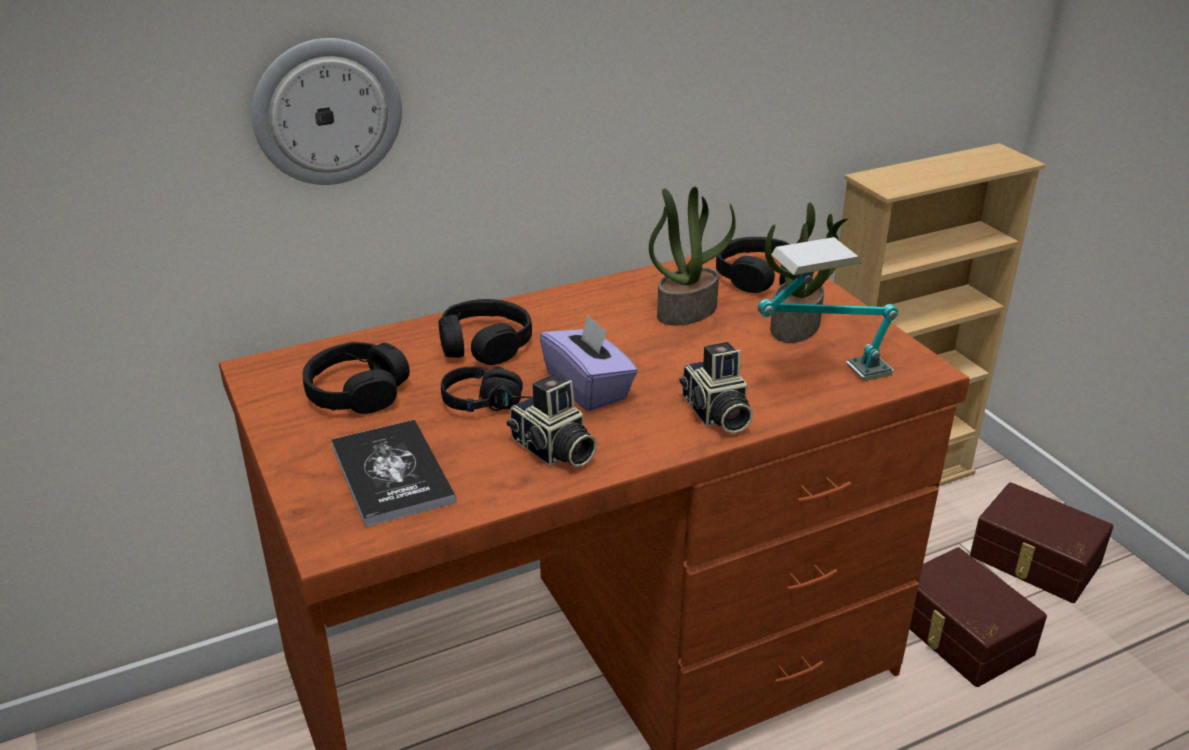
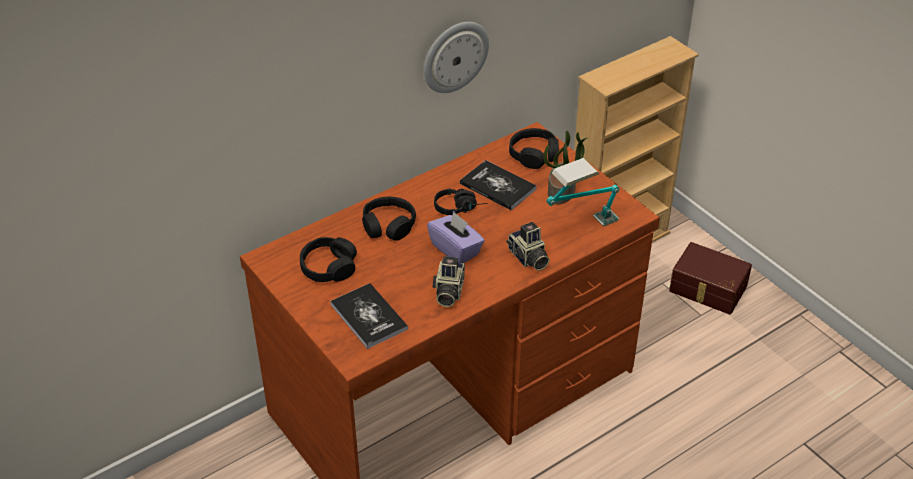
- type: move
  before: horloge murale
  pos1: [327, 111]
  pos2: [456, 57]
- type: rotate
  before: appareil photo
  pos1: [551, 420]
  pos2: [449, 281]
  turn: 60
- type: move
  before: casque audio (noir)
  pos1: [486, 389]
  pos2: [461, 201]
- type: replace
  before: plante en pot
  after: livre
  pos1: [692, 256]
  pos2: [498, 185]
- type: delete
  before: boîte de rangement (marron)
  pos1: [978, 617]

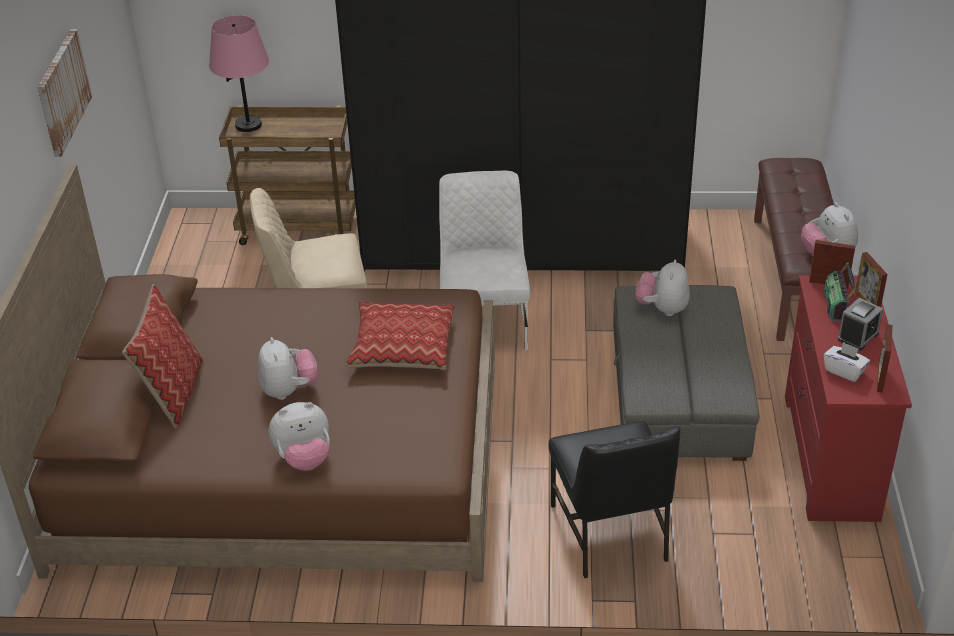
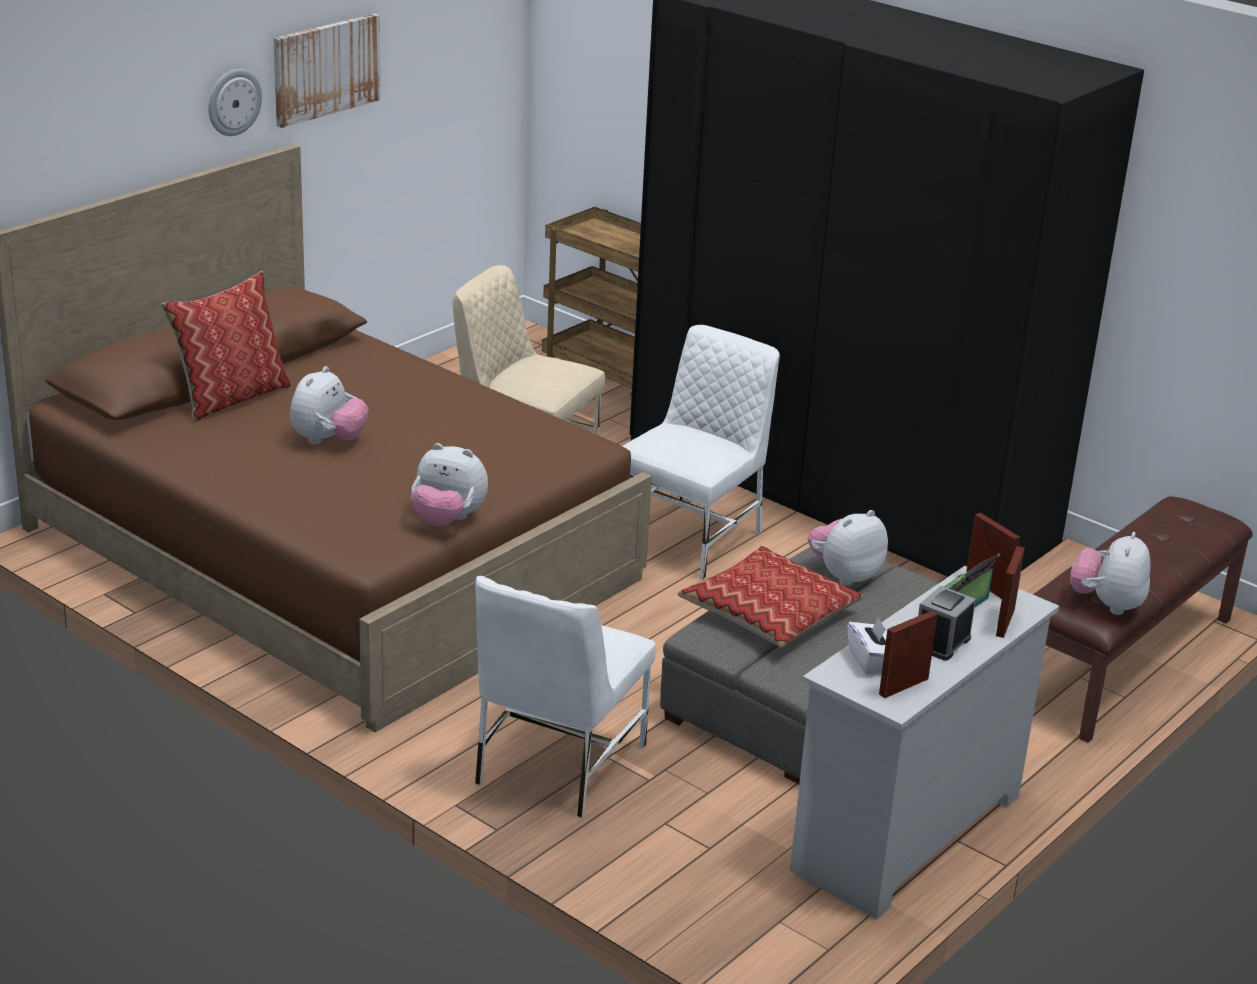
- type: insert
  after: horloge murale
  pos2: [235, 102]
- type: move
  before: peluche
  pos1: [299, 436]
  pos2: [449, 484]
- type: recolor
  before: chaise (noir)
  after: chaise (blanc)
  pos1: [615, 499]
  pos2: [565, 697]
- type: move
  before: coussin
  pos1: [400, 336]
  pos2: [771, 597]
- type: recolor
  before: commode (rouge)
  after: commode (blanc)
  pos1: [848, 398]
  pos2: [924, 742]
- type: rotate
  before: réveil
  pos1: [860, 324]
  pos2: [947, 623]
  turn: 135
- type: delete
  before: lampe de table (rose)
  pos1: [239, 73]

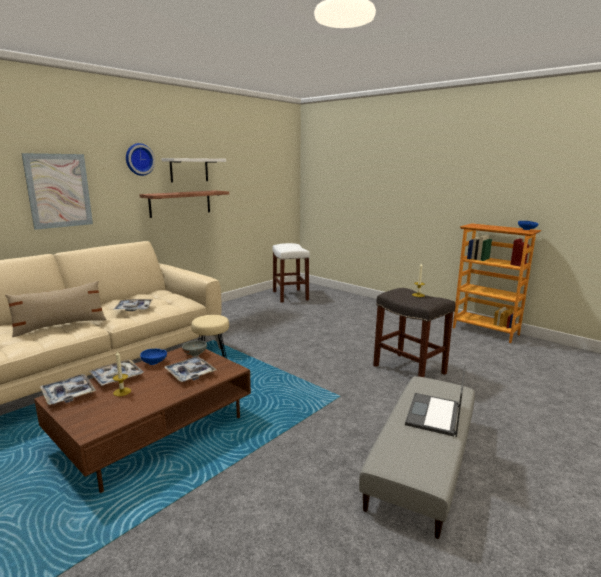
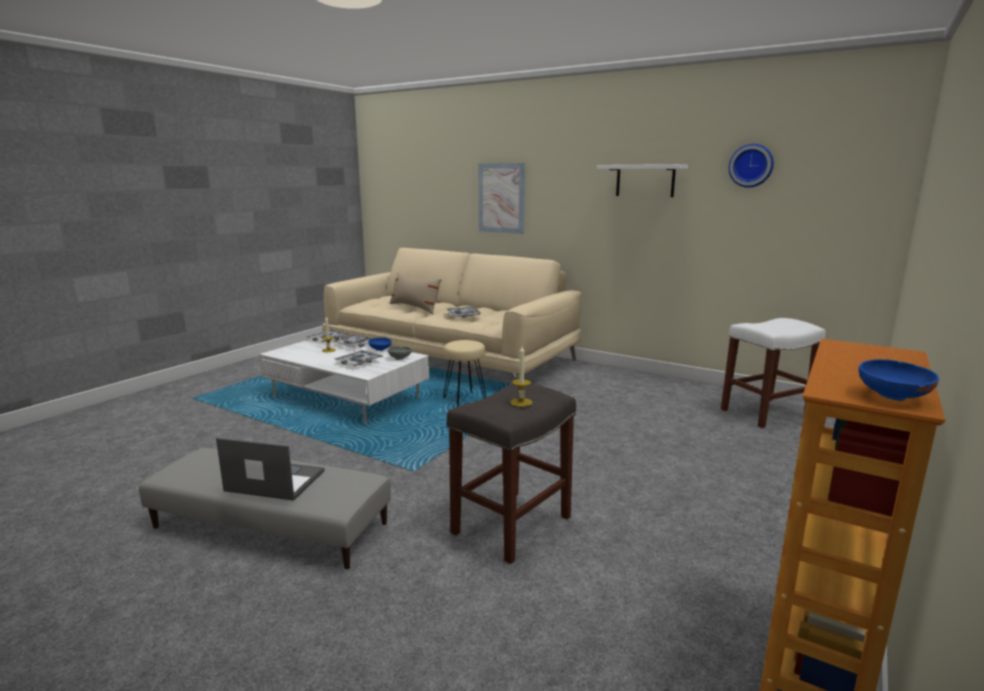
- type: recolor
  before: table basse (marron)
  after: table basse (blanc)
  pos1: [142, 420]
  pos2: [344, 381]
- type: move
  before: horloge murale
  pos1: [140, 159]
  pos2: [751, 166]
- type: delete
  before: étagère
  pos1: [184, 204]

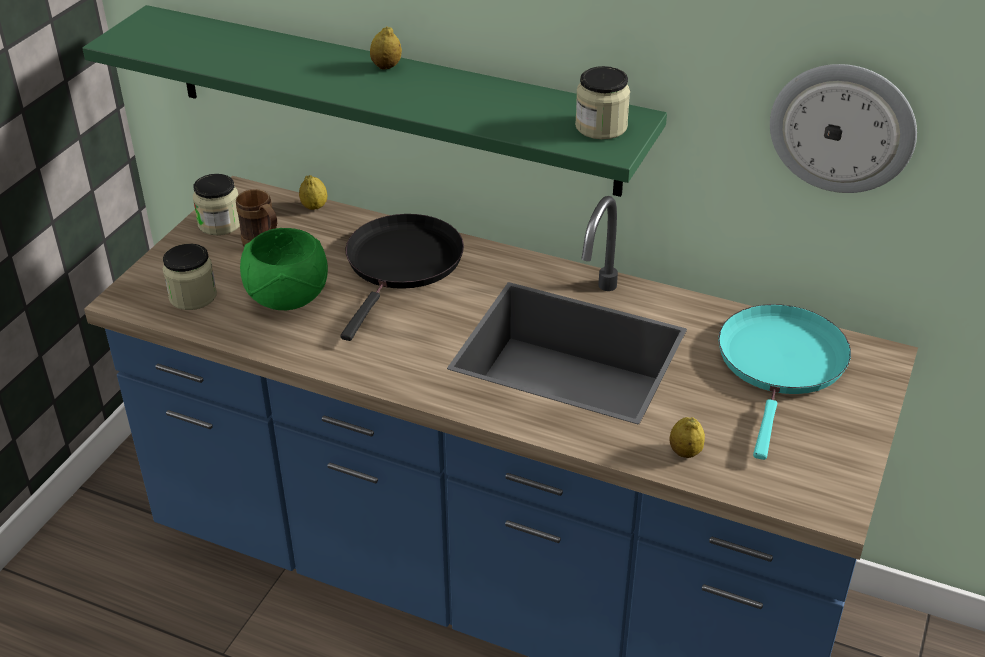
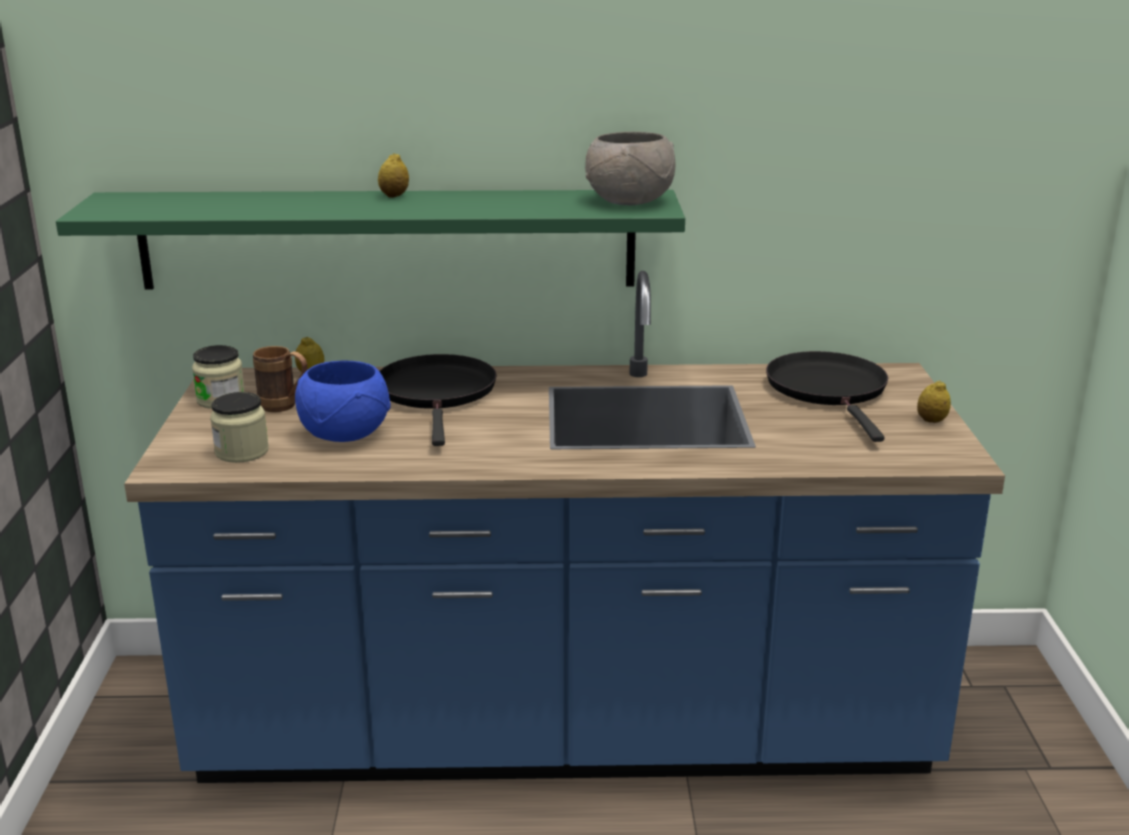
- type: recolor
  before: bol (vert)
  after: bol (bleu)
  pos1: [284, 269]
  pos2: [343, 401]
- type: replace
  before: bocal
  after: bol (gris)
  pos1: [602, 102]
  pos2: [630, 168]
- type: recolor
  before: poêle (turquoise)
  after: poêle (noir)
  pos1: [784, 382]
  pos2: [827, 396]
- type: move
  before: citron
  pos1: [687, 437]
  pos2: [934, 401]
- type: delete
  before: horloge murale
  pos1: [843, 128]

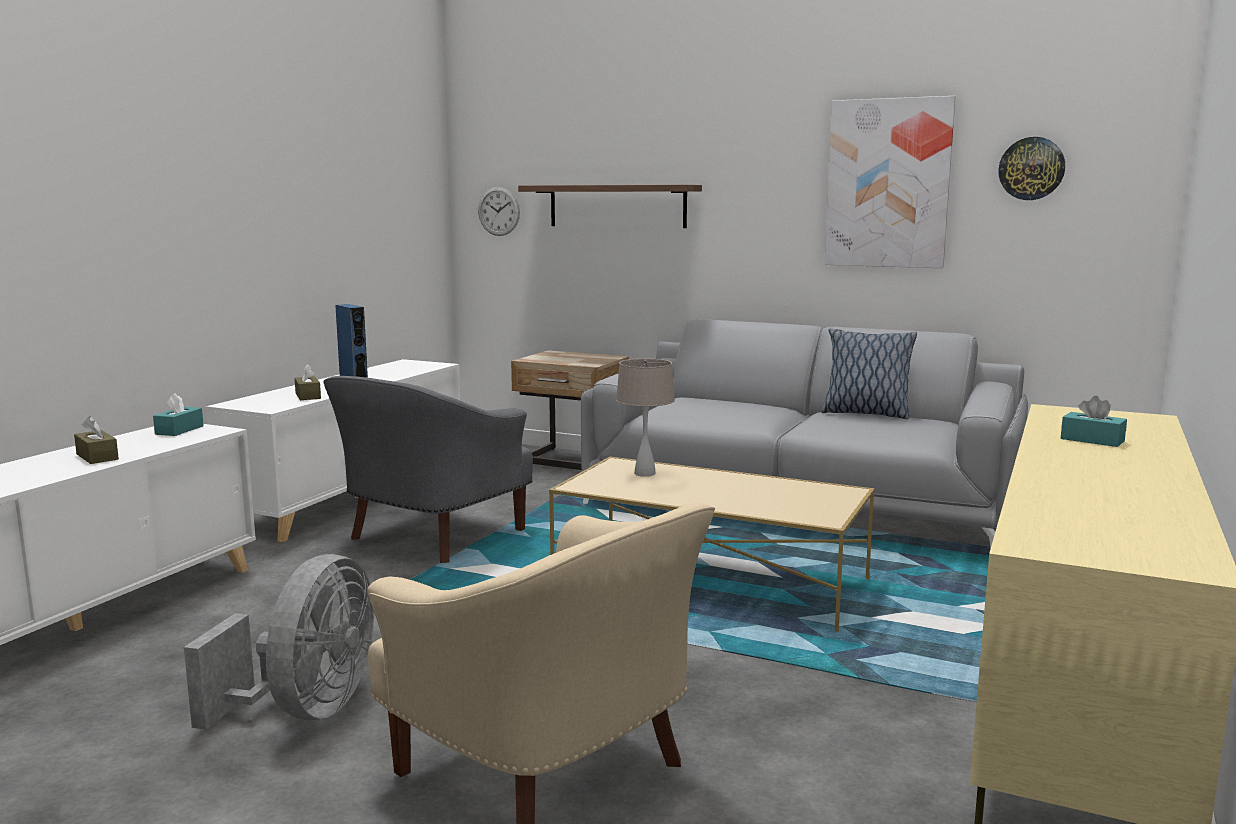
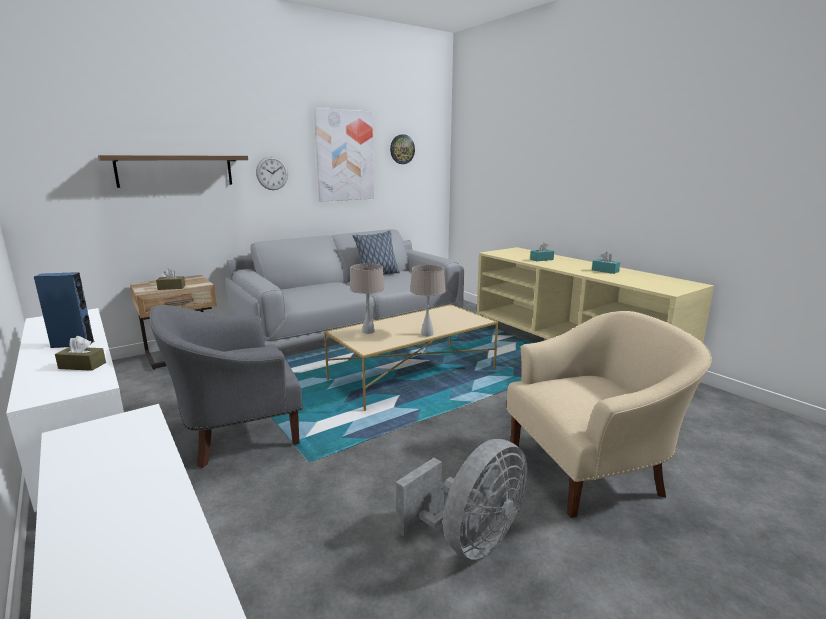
- type: rotate
  before: fauteuil (gris)
  pos1: [428, 469]
  pos2: [226, 386]
  turn: 90
- type: move
  before: boîte à mouchoirs (marron)
  pos1: [96, 440]
  pos2: [171, 279]
- type: move
  before: horloge murale
  pos1: [499, 211]
  pos2: [272, 173]
- type: rotate
  before: ventilateur (gris)
  pos1: [279, 642]
  pos2: [462, 499]
  turn: 90
- type: insert
  after: lampe de table (beige)
  pos2: [428, 300]
- type: move
  before: boîte à mouchoirs (turquoise)
  pos1: [178, 414]
  pos2: [606, 263]

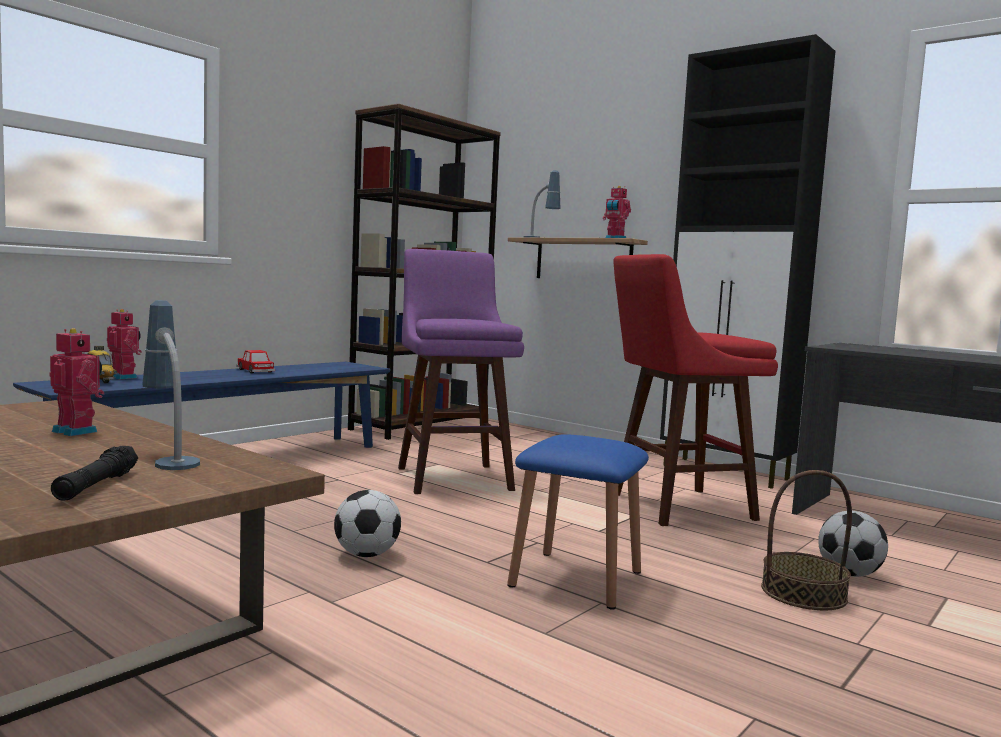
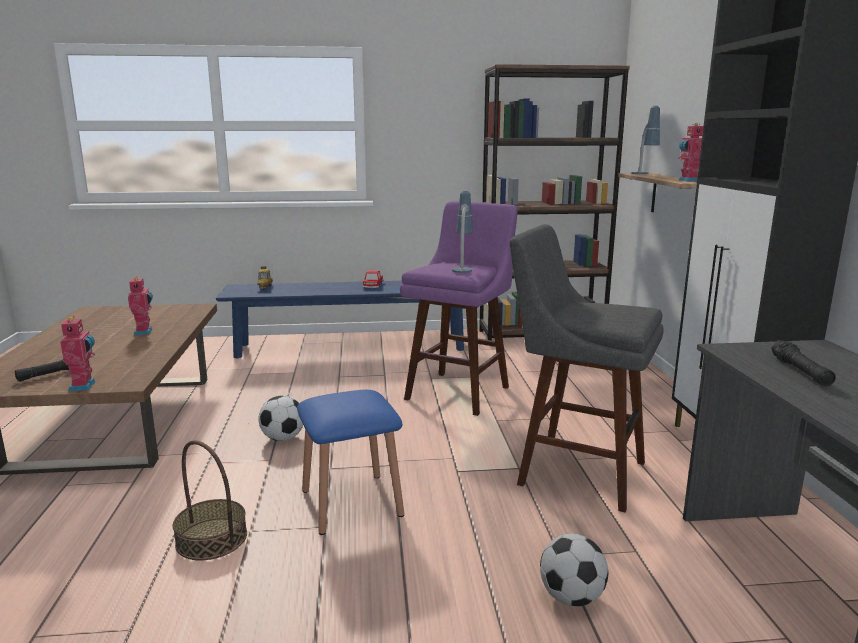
- type: move
  before: robot jouet
  pos1: [124, 344]
  pos2: [77, 353]
- type: move
  before: panier
  pos1: [806, 540]
  pos2: [210, 500]
- type: move
  before: lampe de table
  pos1: [171, 385]
  pos2: [462, 232]
- type: recolor
  before: tabouret (rouge)
  after: tabouret (gris)
  pos1: [695, 390]
  pos2: [587, 368]
- type: insert
  after: lampe de poche (noir)
  pos2: [803, 363]

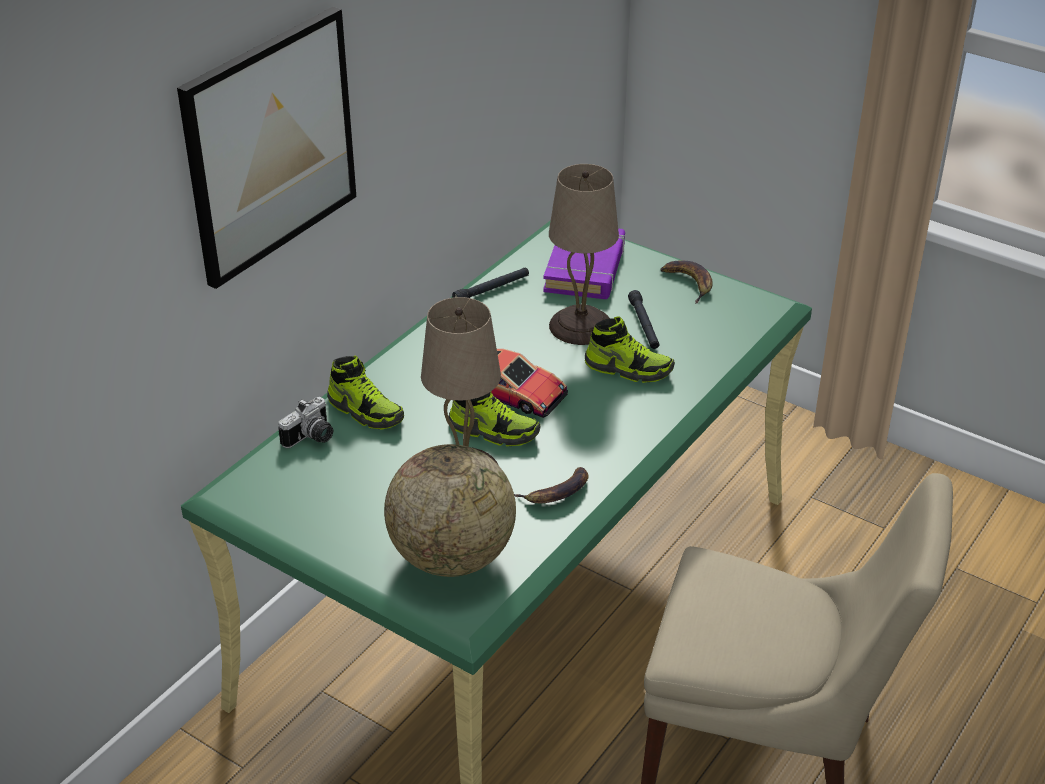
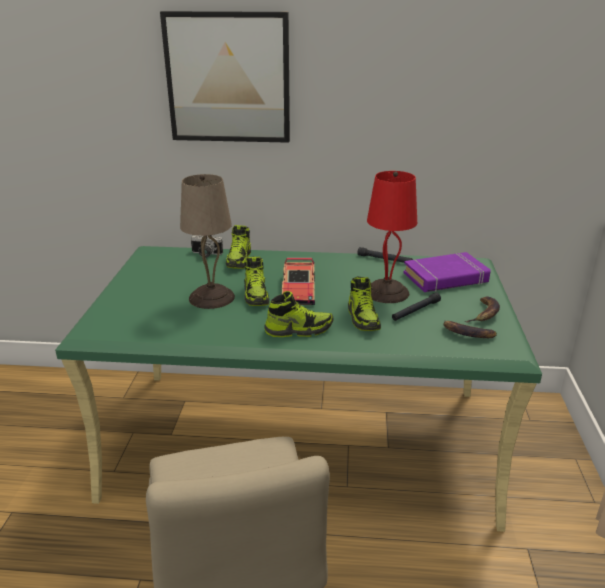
- type: insert
  after: chaussure
  pos2: [298, 314]
- type: recolor
  before: lampe de table (beige)
  after: lampe de table (rouge)
  pos1: [584, 254]
  pos2: [392, 237]
- type: move
  before: banane
  pos1: [551, 485]
  pos2: [470, 329]
- type: delete
  before: globe
  pos1: [450, 510]

